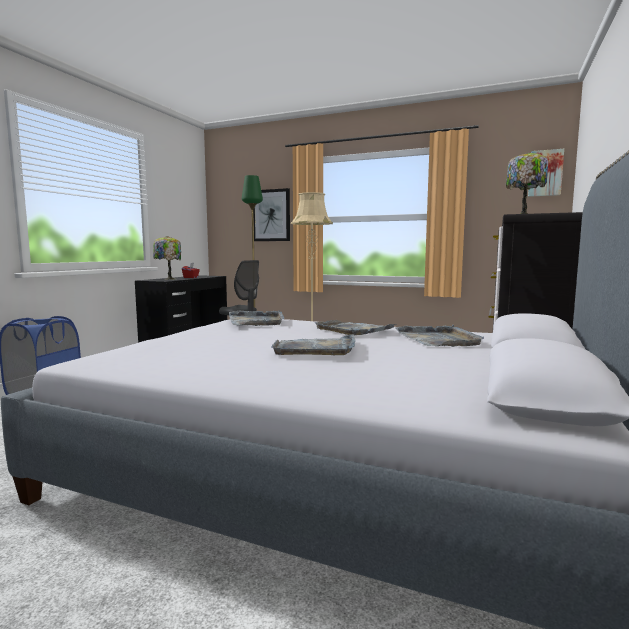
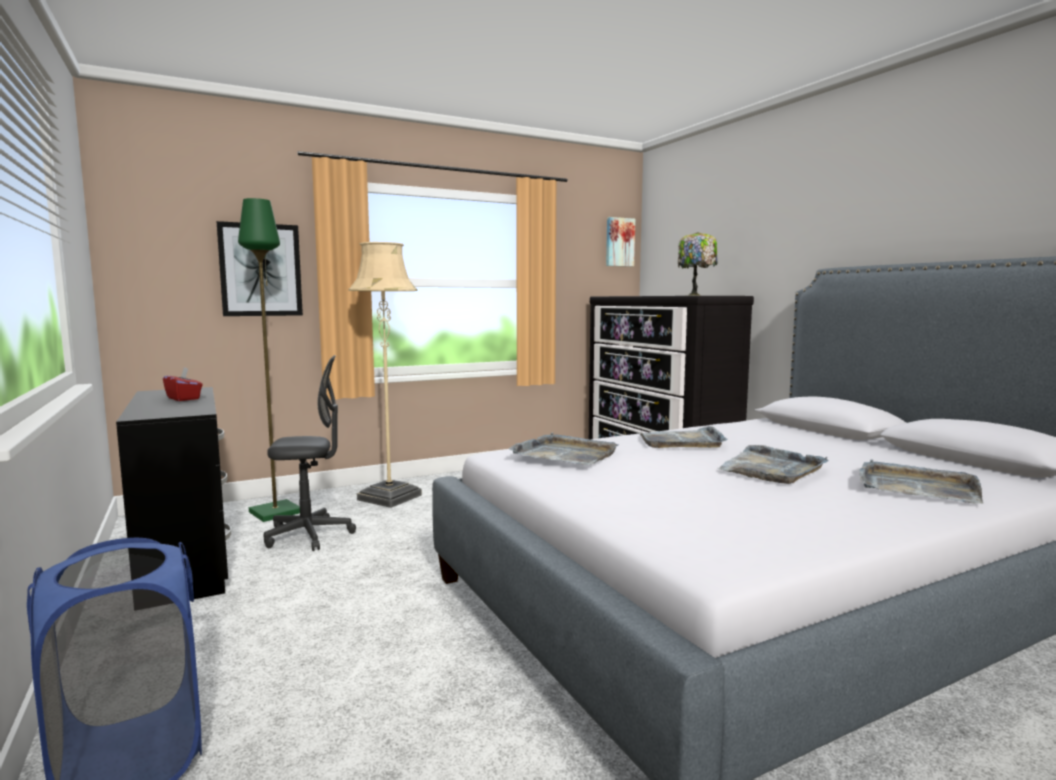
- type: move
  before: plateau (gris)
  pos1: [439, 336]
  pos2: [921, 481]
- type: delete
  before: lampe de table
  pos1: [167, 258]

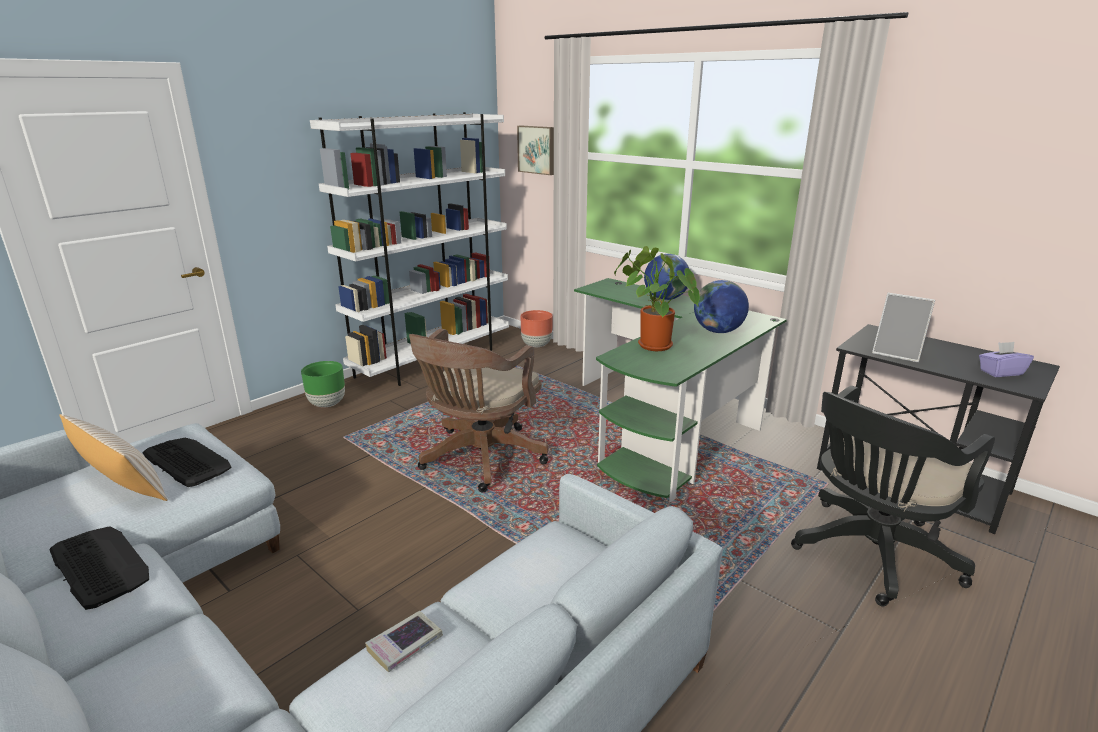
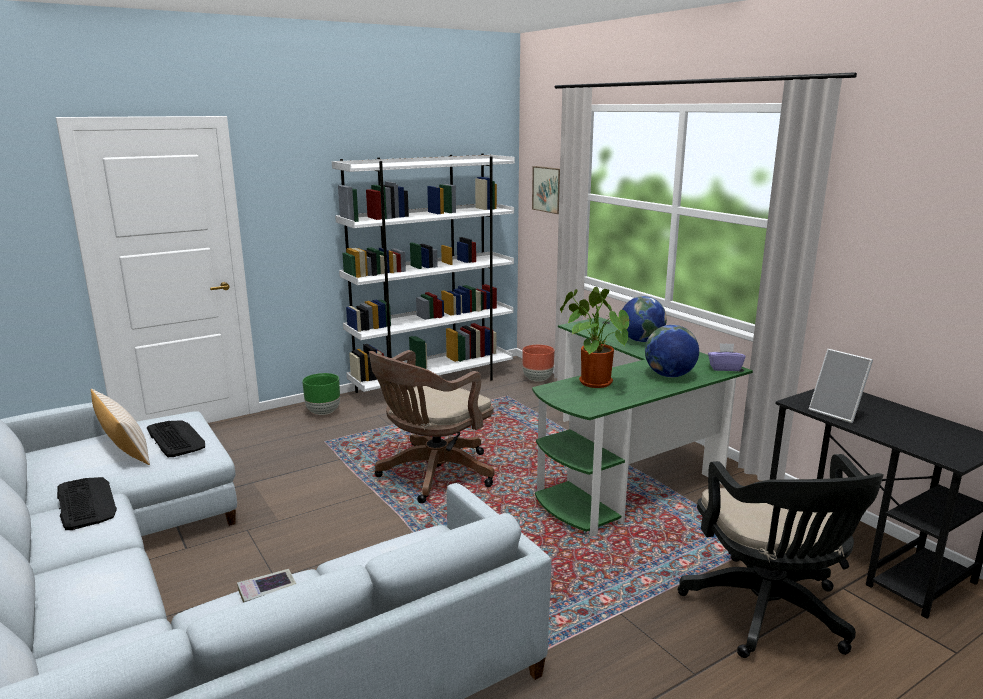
- type: rotate
  before: chaise de bureau (noir)
  pos1: [893, 496]
  pos2: [780, 556]
  turn: -75
- type: move
  before: boîte à mouchoirs (violet)
  pos1: [1006, 359]
  pos2: [727, 357]

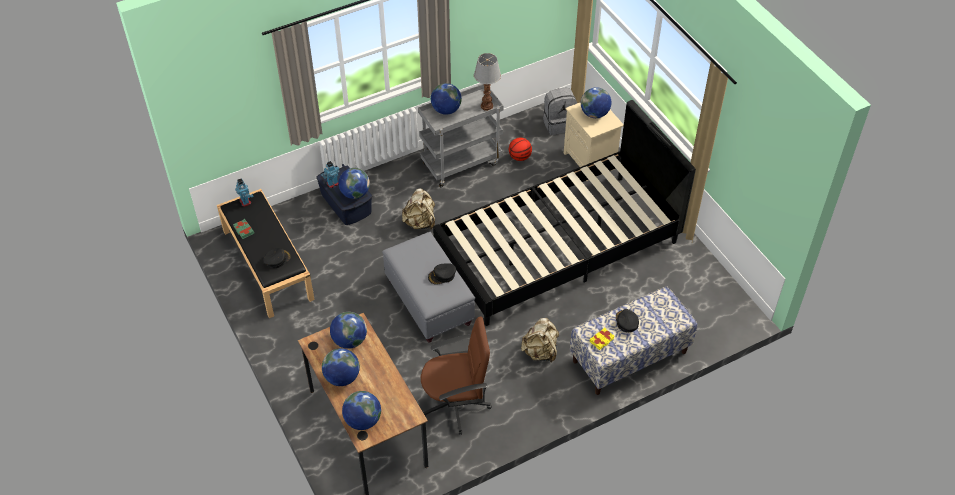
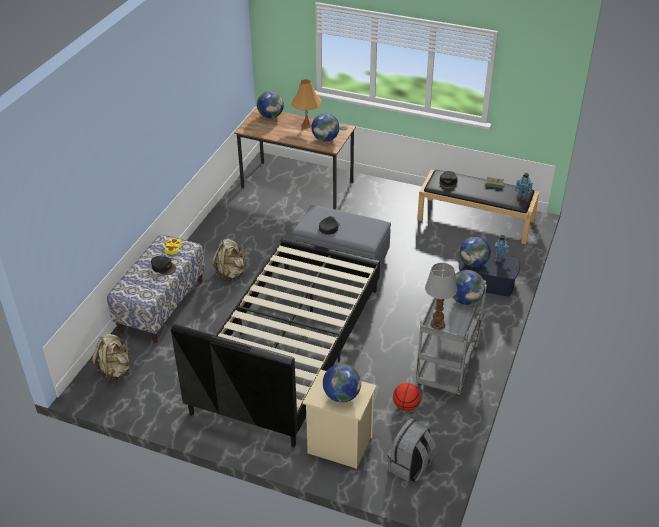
- type: move
  before: sac à dos (beige)
  pos1: [418, 209]
  pos2: [111, 358]
- type: replace
  before: globe
  after: lampe de table (orange)
  pos1: [341, 367]
  pos2: [306, 103]
- type: delete
  before: chaise de bureau (marron)
  pos1: [456, 376]

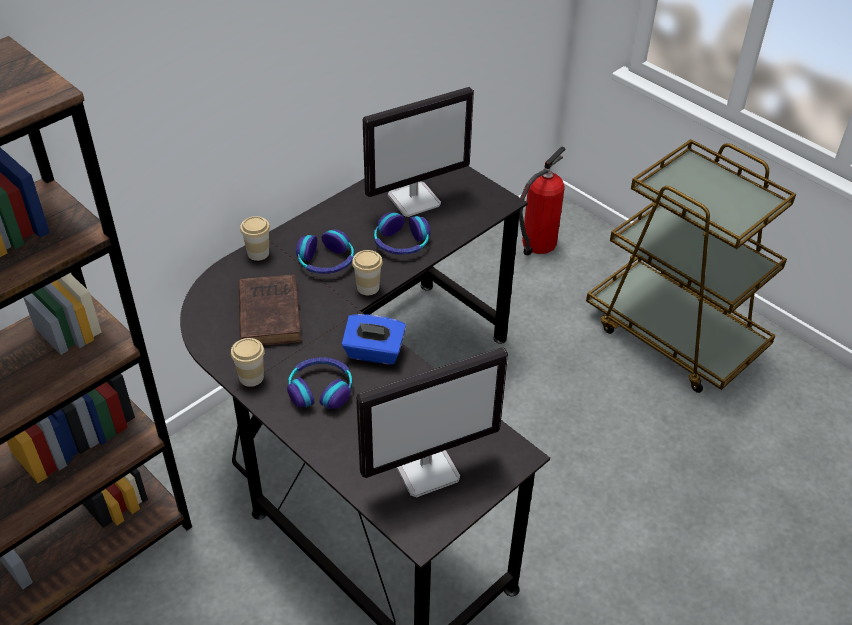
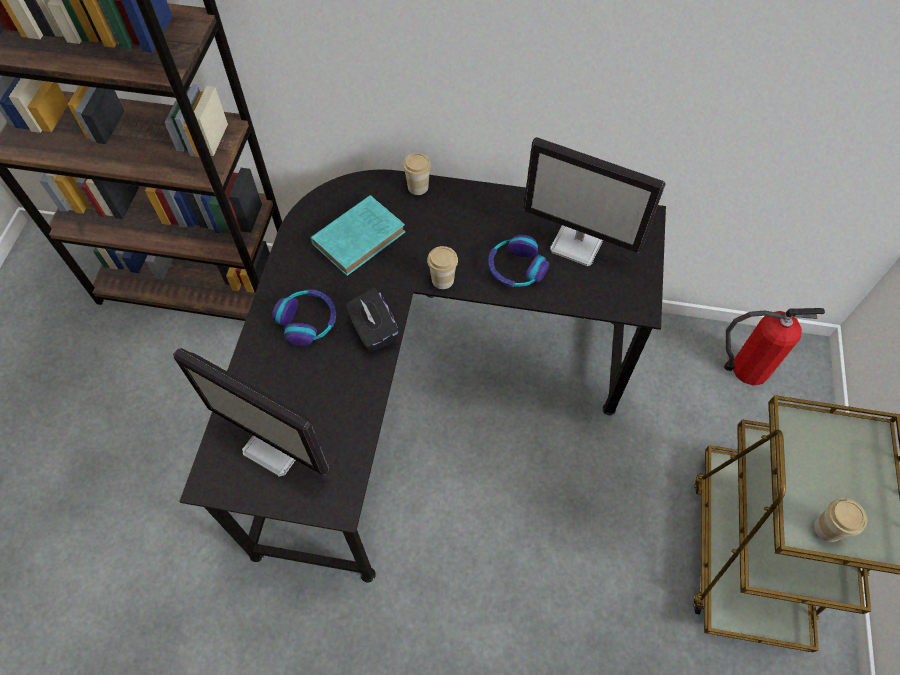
- type: recolor
  before: livre (marron)
  after: livre (turquoise)
  pos1: [270, 310]
  pos2: [357, 235]
- type: recolor
  before: boîte à mouchoirs (bleu)
  after: boîte à mouchoirs (noir)
  pos1: [374, 339]
  pos2: [372, 319]
- type: move
  before: tasse
  pos1: [248, 362]
  pos2: [840, 520]
- type: delete
  before: casque audio
  pos1: [325, 251]

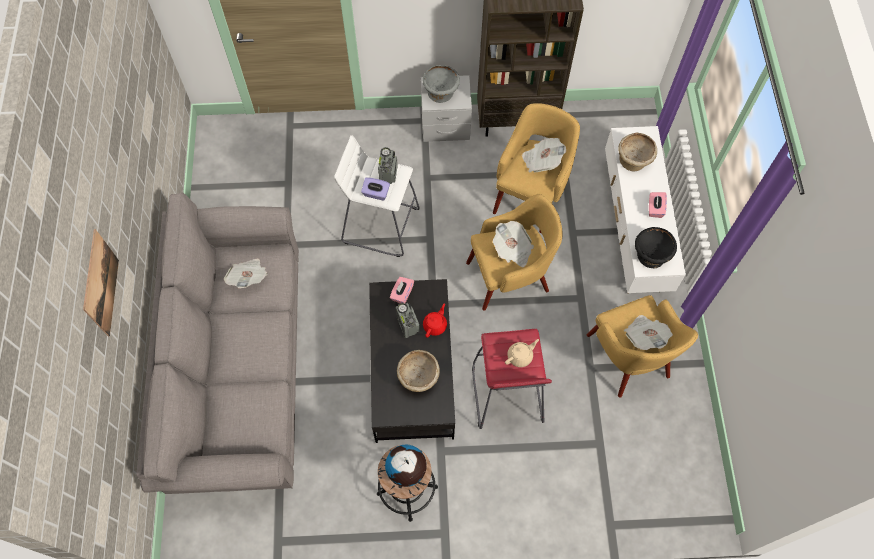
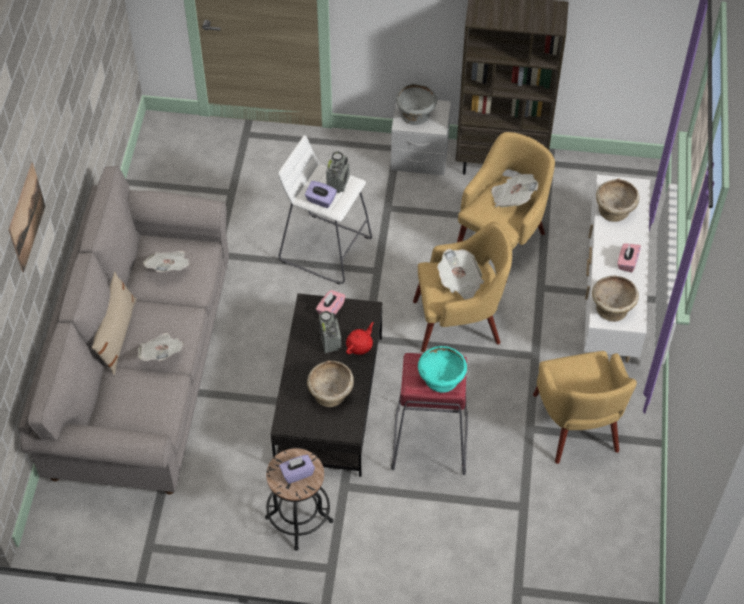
- type: insert
  after: coussin (beige)
  pos2: [114, 323]
- type: move
  before: journal
  pos1: [648, 332]
  pos2: [161, 347]
- type: replace
  before: globe
  after: boîte à mouchoirs (violet)
  pos1: [406, 465]
  pos2: [297, 469]
- type: replace
  before: théière (beige)
  after: bol (turquoise)
  pos1: [522, 353]
  pos2: [442, 369]
- type: recolor
  before: bol (noir)
  after: bol (beige)
  pos1: [656, 247]
  pos2: [615, 298]

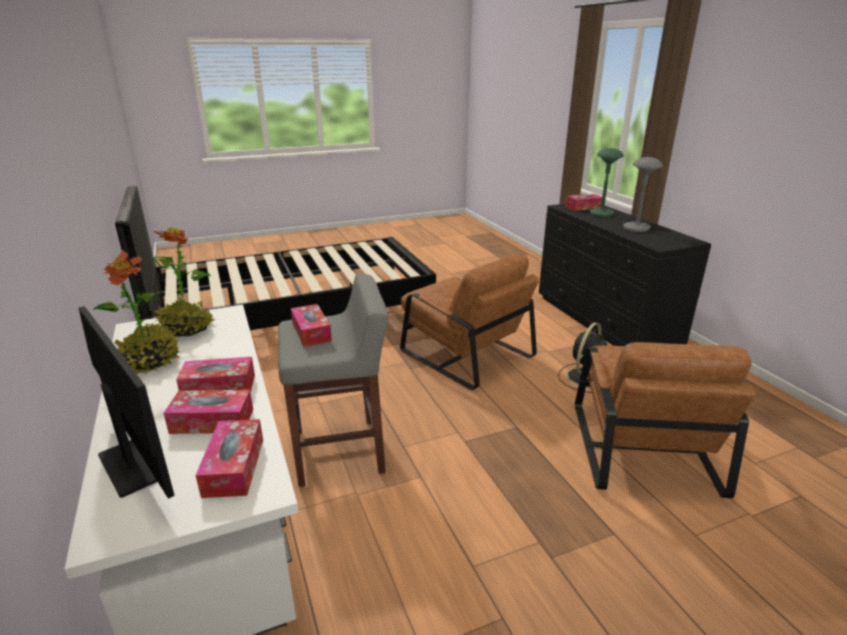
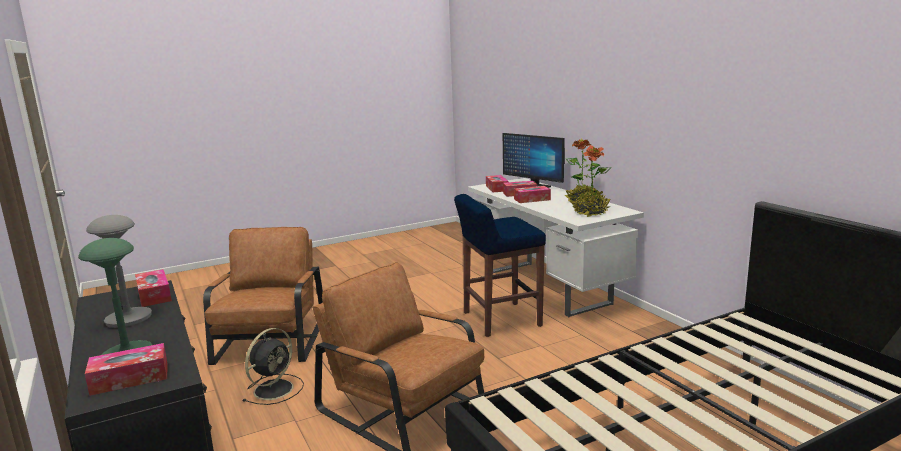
- type: move
  before: boîte à mouchoirs
  pos1: [311, 325]
  pos2: [153, 288]
- type: recolor
  before: tabouret (gris)
  after: tabouret (bleu)
  pos1: [333, 380]
  pos2: [500, 265]

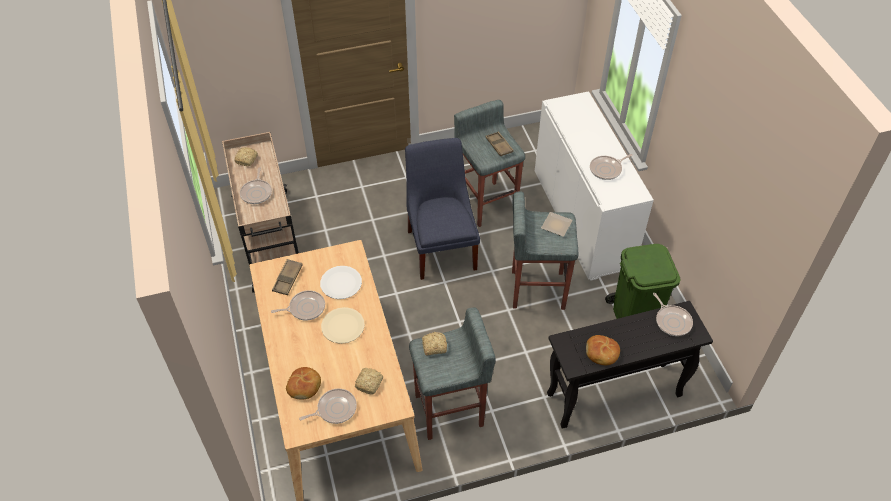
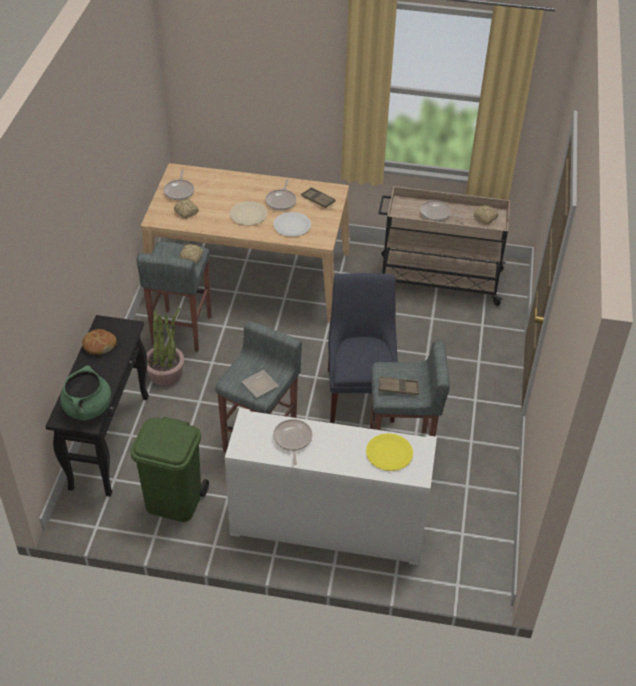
- type: replace
  before: poêle
  after: marmite (vert)
  pos1: [673, 314]
  pos2: [85, 393]
- type: insert
  after: plante en pot
  pos2: [165, 347]
- type: rotate
  before: chaise (bleu)
  pos1: [442, 209]
  pos2: [363, 348]
  turn: -105
- type: insert
  after: assiette (jaune)
  pos2: [389, 452]
- type: delete
  before: pain
  pos1: [303, 383]

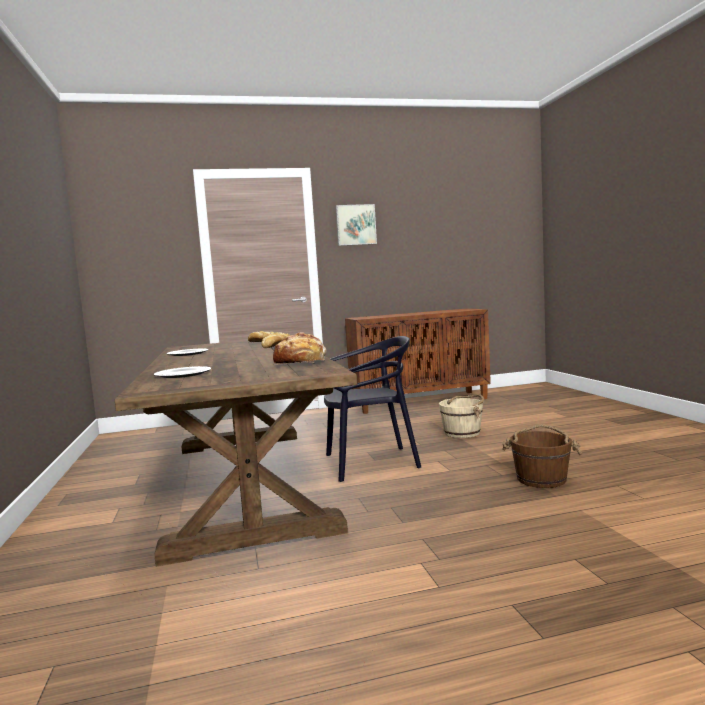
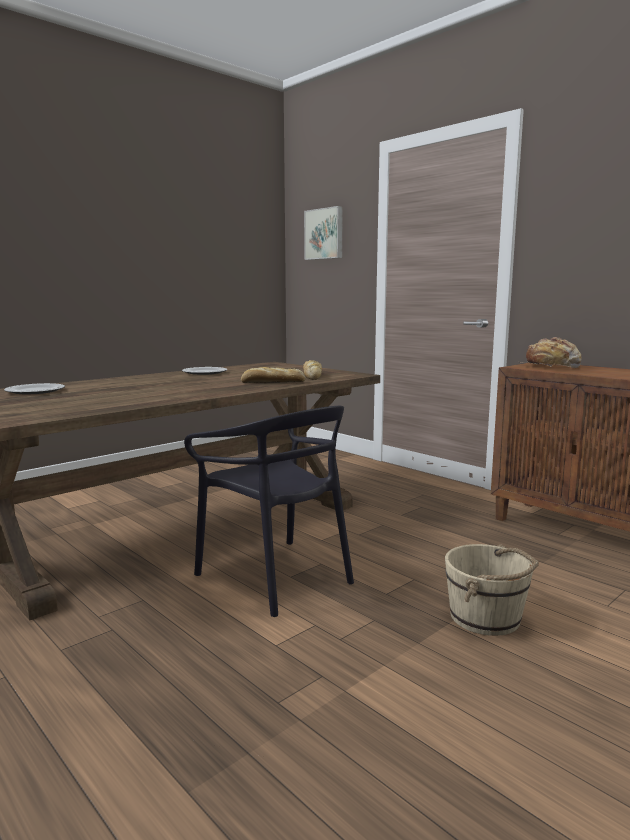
- type: move
  before: tableau
  pos1: [356, 225]
  pos2: [323, 233]
- type: move
  before: pain
  pos1: [300, 348]
  pos2: [551, 352]
- type: delete
  before: seau (marron)
  pos1: [542, 456]

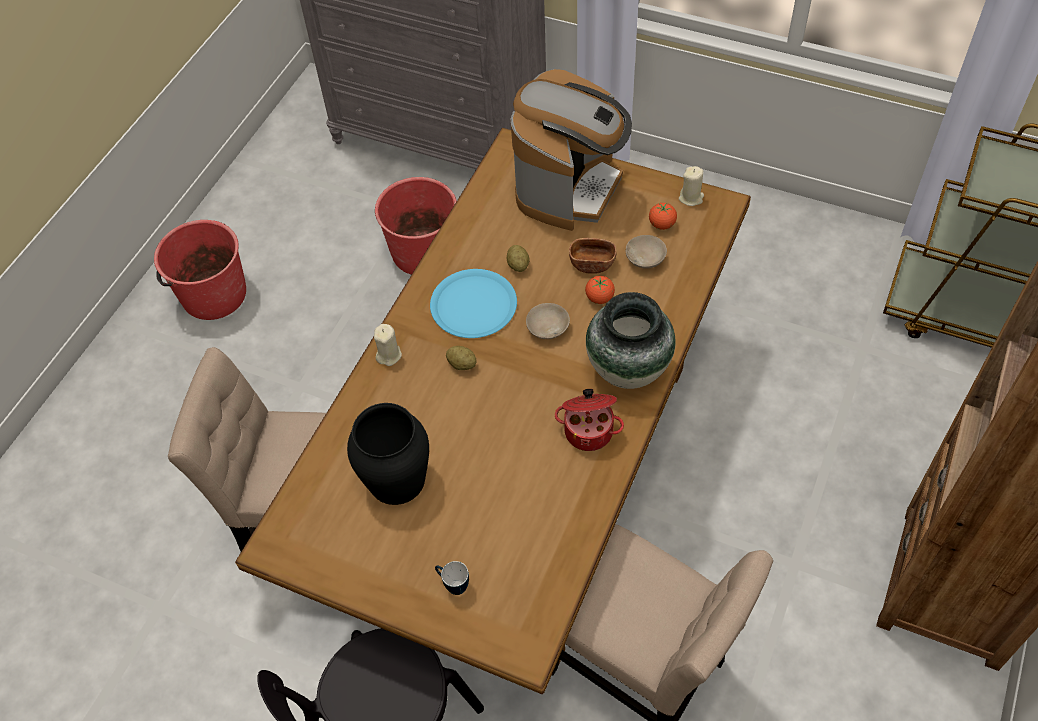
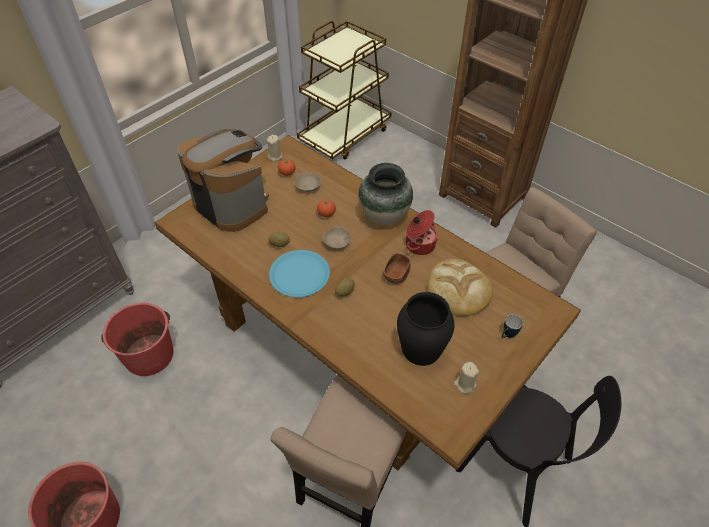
- type: move
  before: bol (marron)
  pos1: [593, 256]
  pos2: [397, 268]
- type: insert
  after: pain
  pos2: [460, 287]
- type: move
  before: bougie (beige)
  pos1: [388, 345]
  pos2: [466, 378]

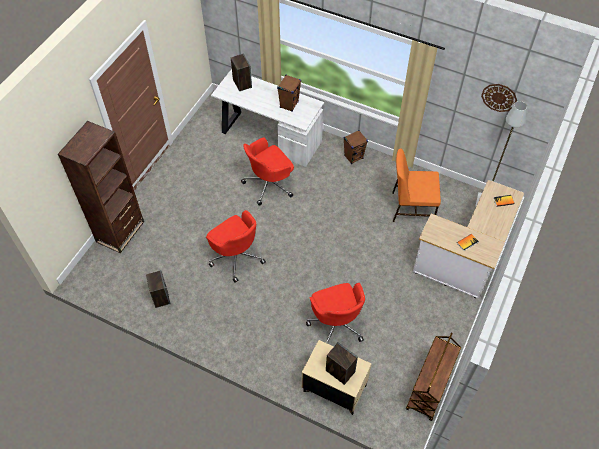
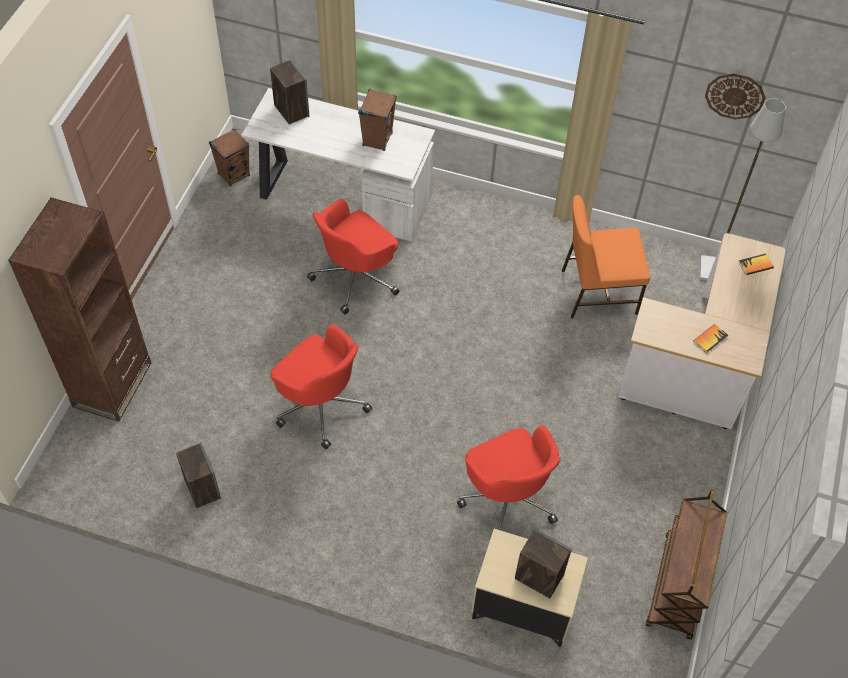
- type: move
  before: enceinte (marron)
  pos1: [355, 147]
  pos2: [229, 157]

